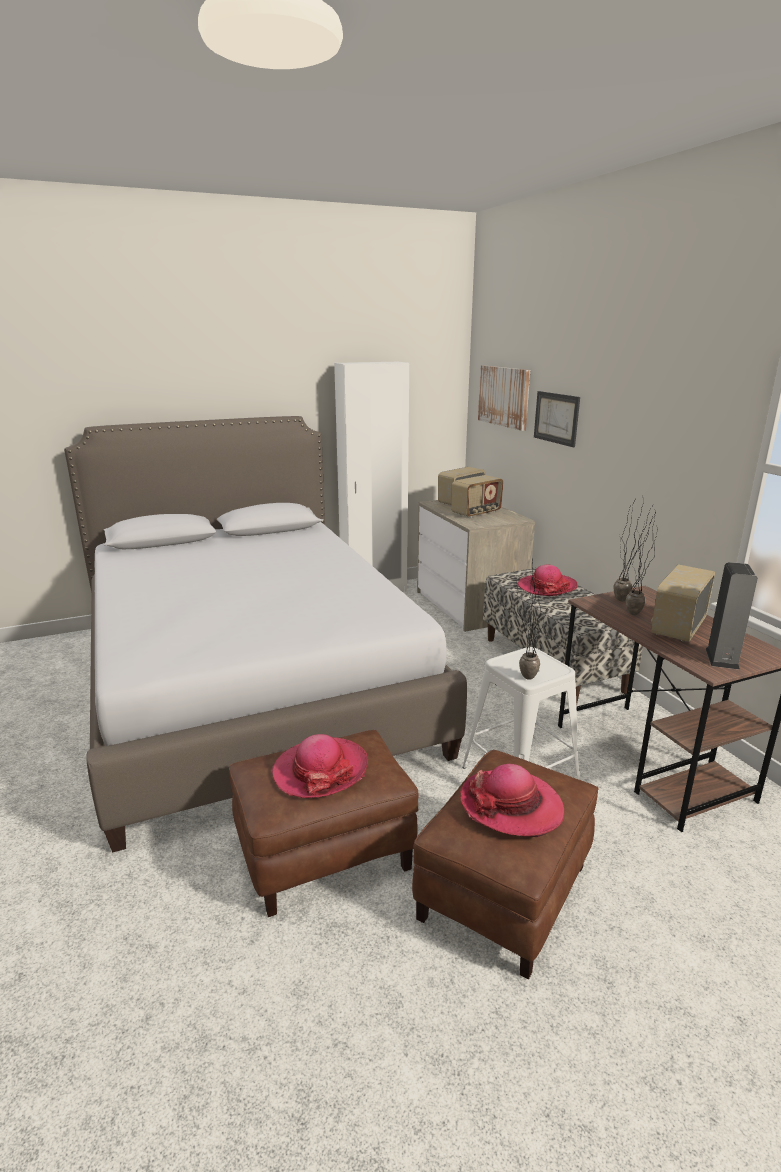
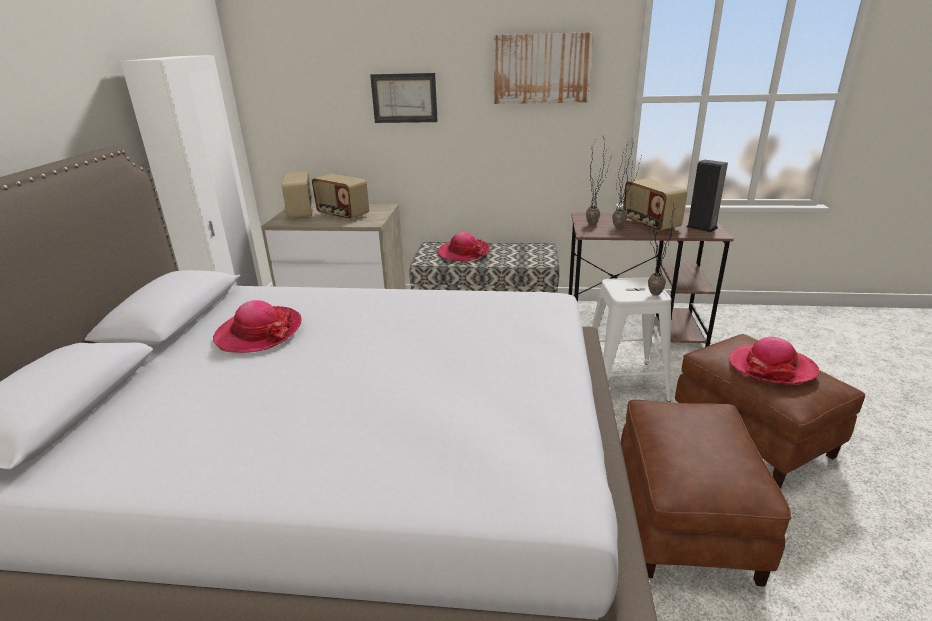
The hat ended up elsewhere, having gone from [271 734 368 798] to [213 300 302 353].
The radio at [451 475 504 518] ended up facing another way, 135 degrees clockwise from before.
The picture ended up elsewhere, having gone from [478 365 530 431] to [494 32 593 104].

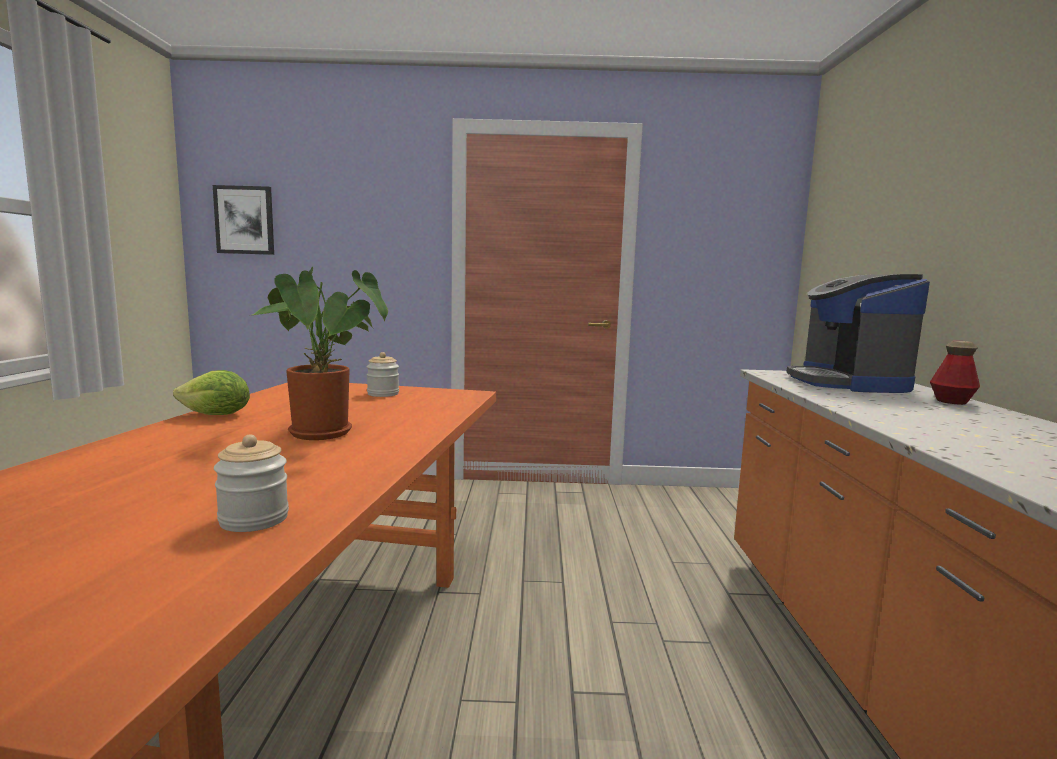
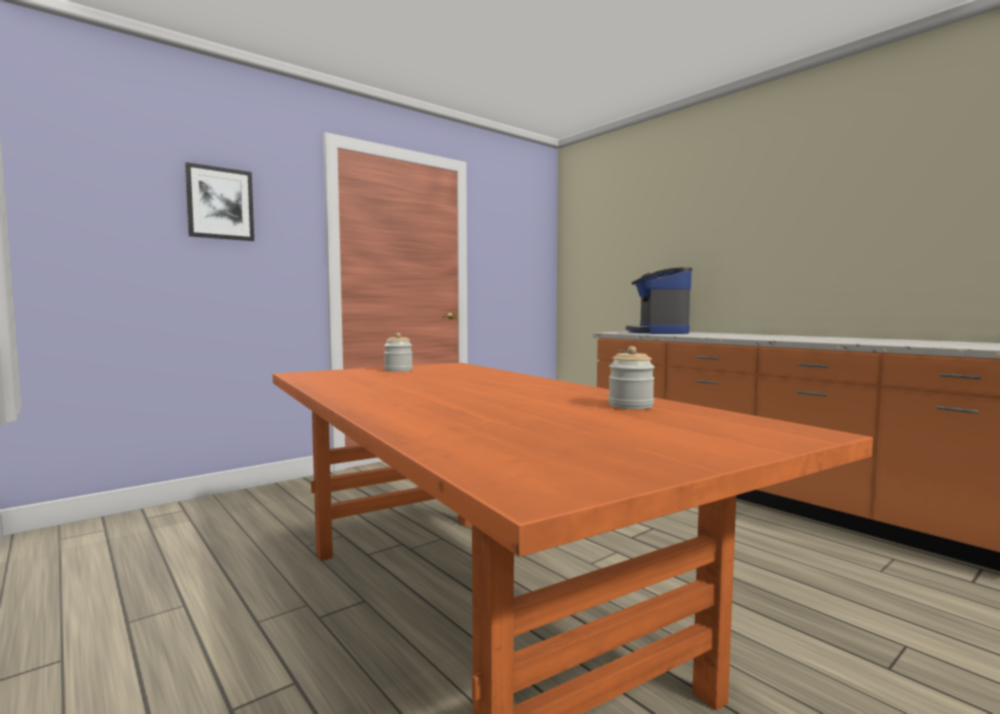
The second view lost the lettuce at [173 370 250 415].
The picture ended up elsewhere, having gone from [213 185 274 255] to [185 162 254 241].
The second view lost the potted plant at [252 266 388 440].
The coffee machine at [786 274 930 393] ended up facing another way, 45 degrees clockwise from before.
The second view lost the bottle at [930 340 980 405].

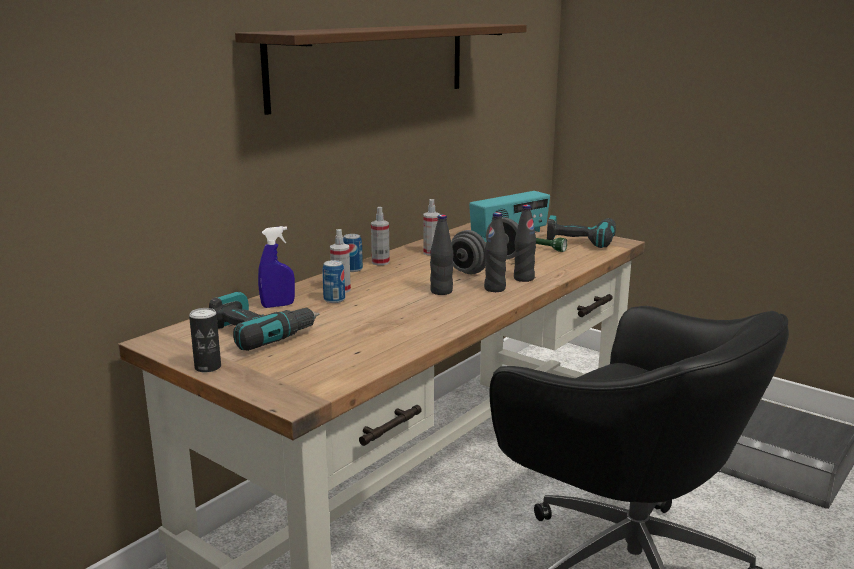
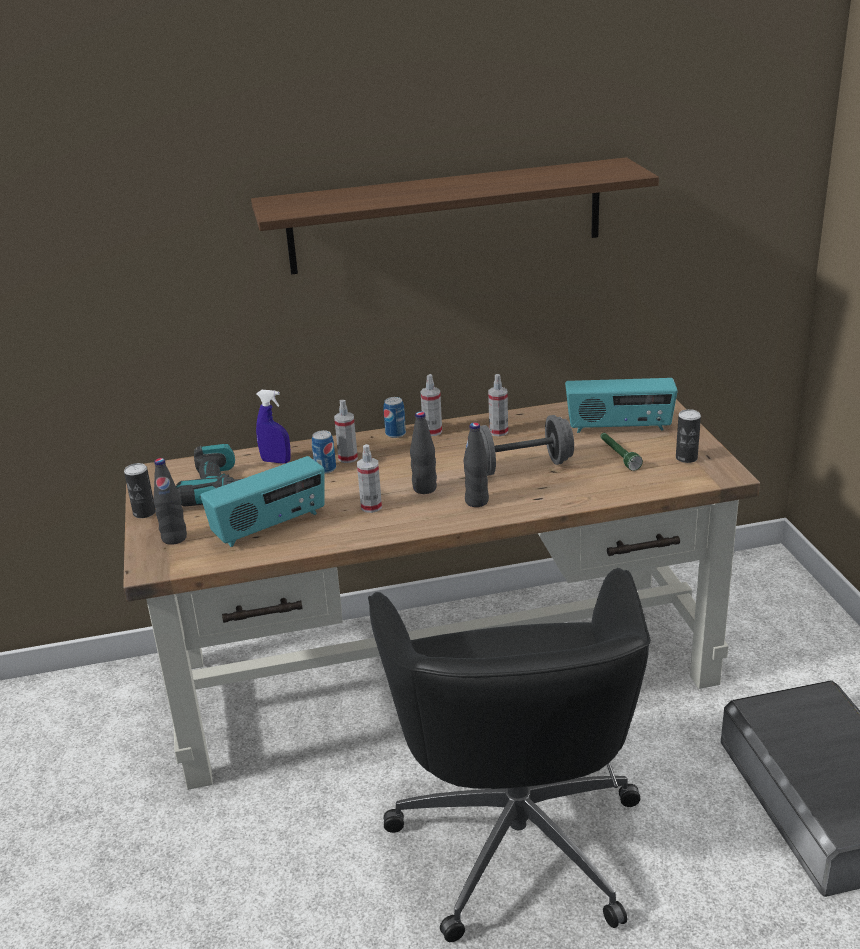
The black bottle ended up elsewhere, having gone from [514 205 536 282] to [153 458 187 545].
Where the power drill stood at [547 215 616 248], the can came to stand at [676 409 701 463].
The second view gained the radio at [201 456 325 547].
The second view gained the spray bottle at [357 444 382 513].

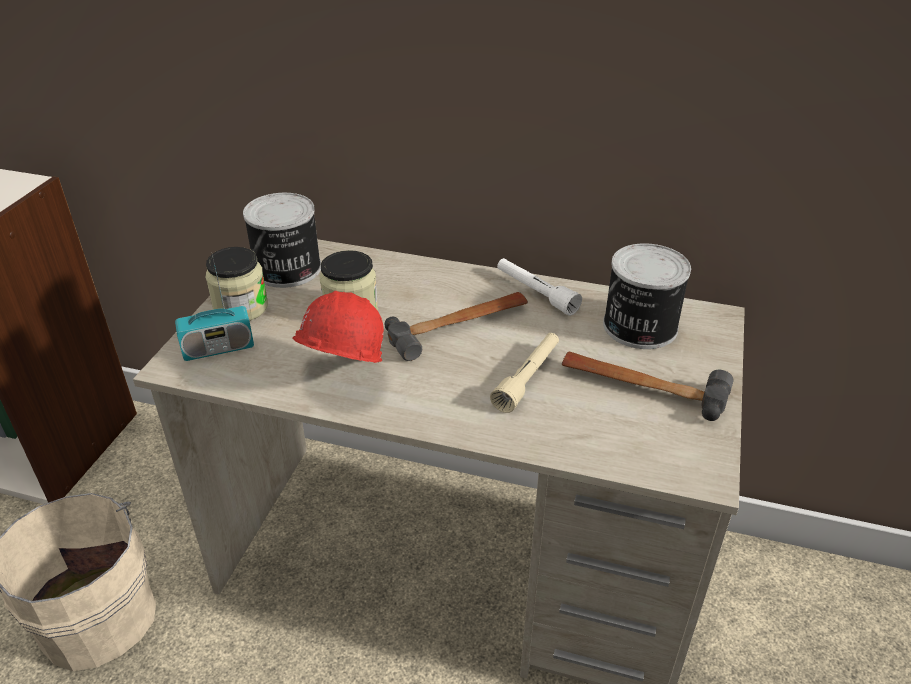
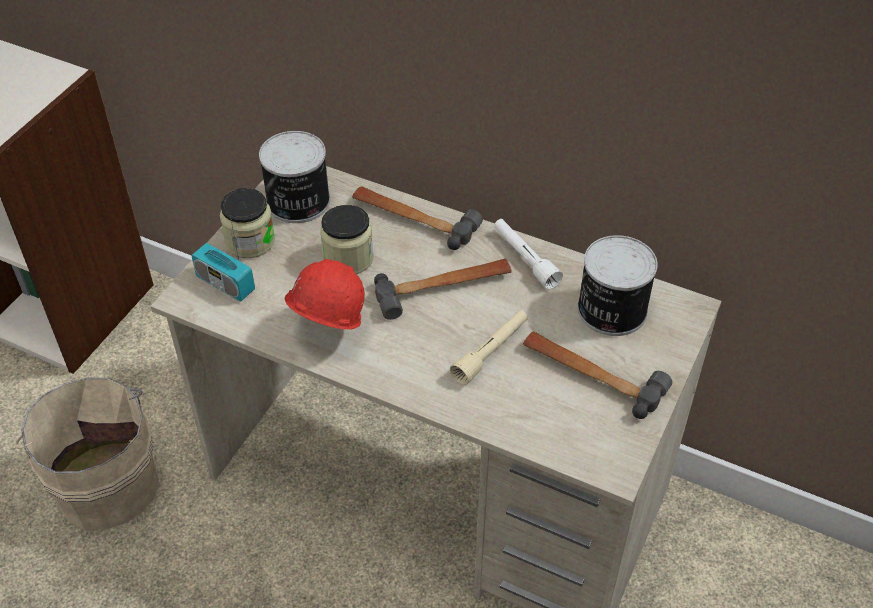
The radio at [175 255 254 361] ended up facing another way, 45 degrees clockwise from before.
The second view gained the hammer at [352 186 483 250].

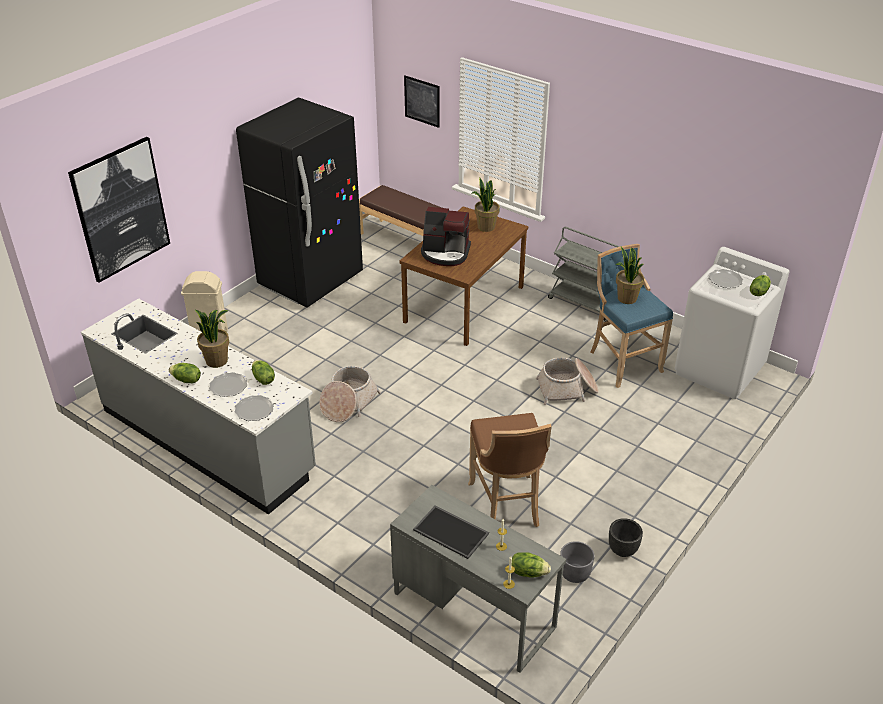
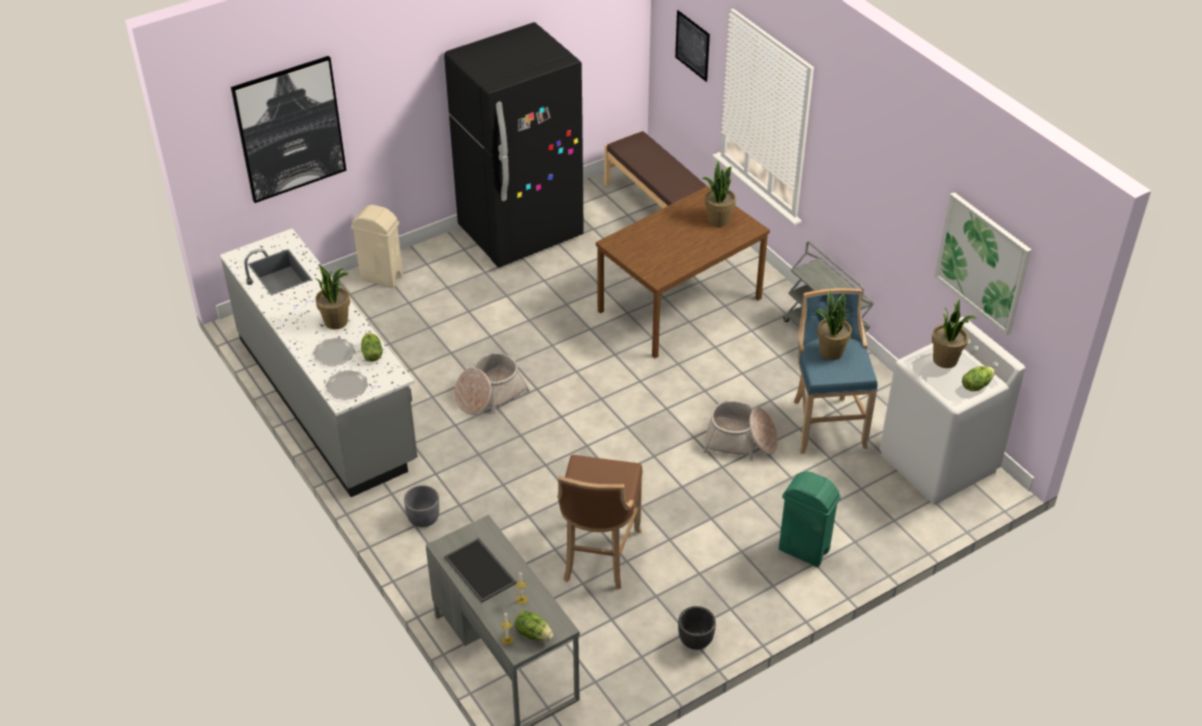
The second view lost the lettuce at [169 363 201 383].
The second view lost the coffee machine at [421 207 471 266].
The grey planter ended up elsewhere, having gone from [560 541 594 583] to [404 485 439 527].
Where the plate stood at [709 269 743 288], the potted plant came to stand at [932 299 977 368].
The second view gained the green trash can at [779 471 841 567].
The second view gained the picture at [934 192 1032 335].

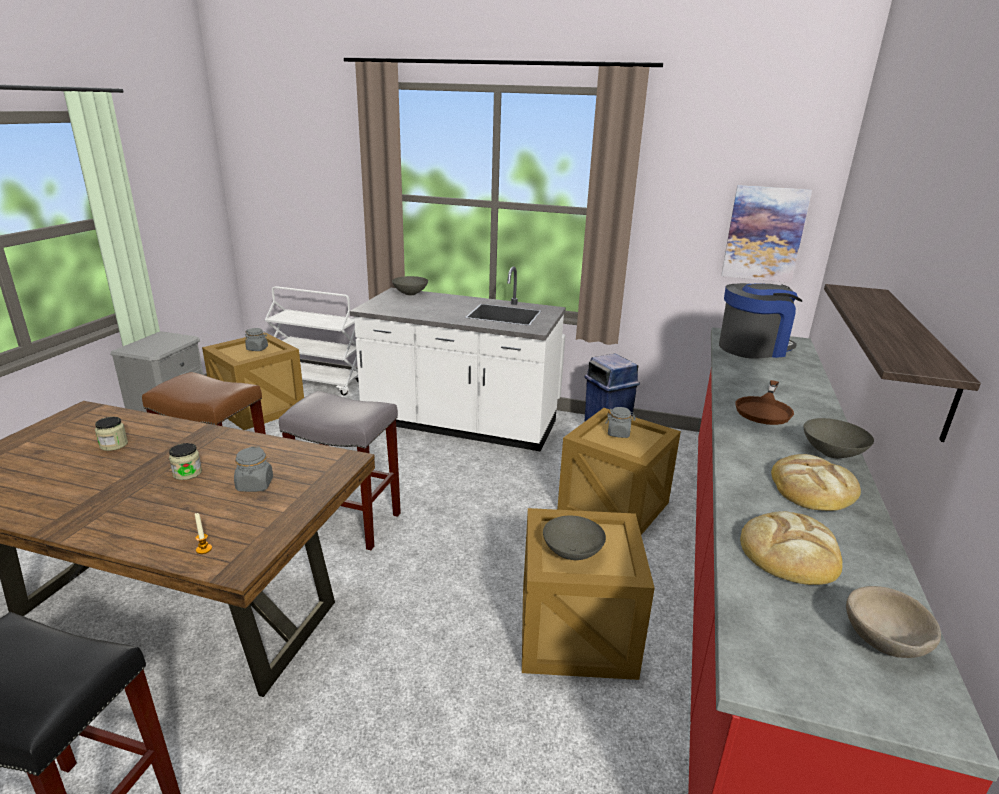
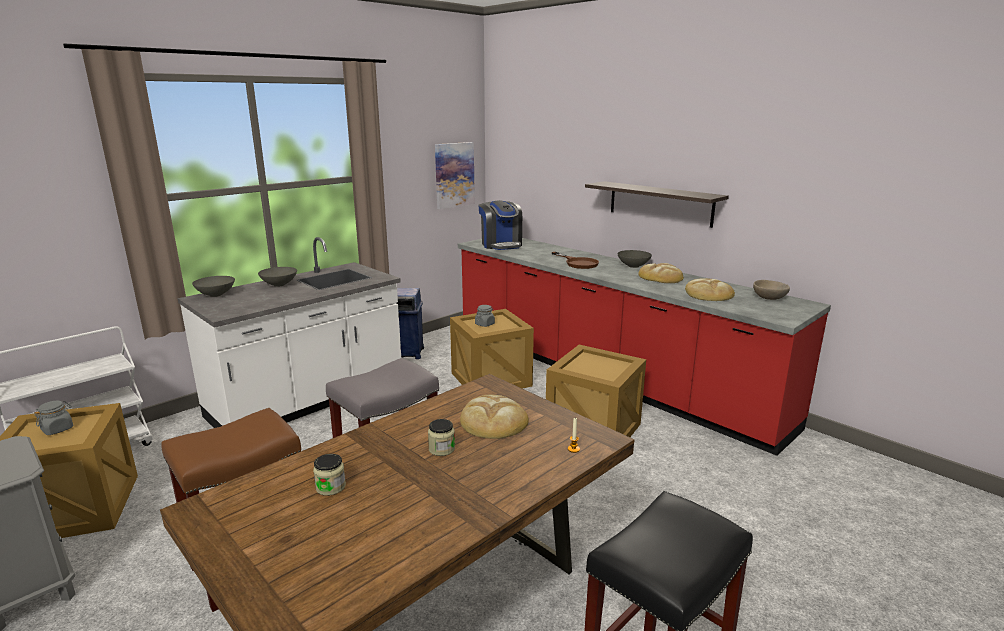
Where the grey jar stood at [234 446 273 492], the bread came to stand at [460 394 529 439].
The grey bowl ended up elsewhere, having gone from [543 516 606 560] to [258 267 297 287].
The coffee machine at [719 283 803 359] ended up facing another way, 150 degrees clockwise from before.

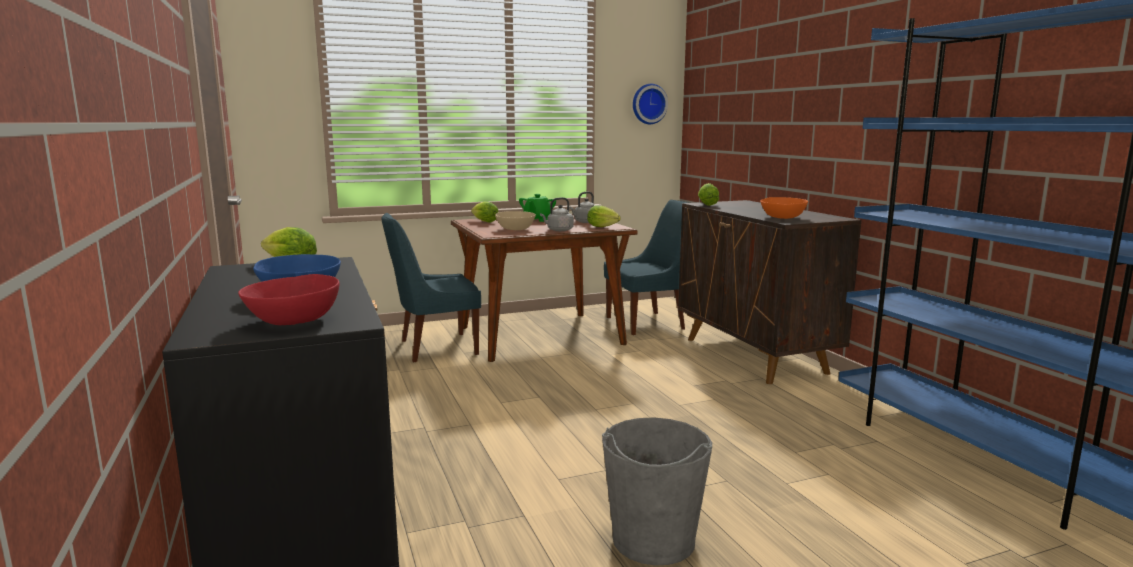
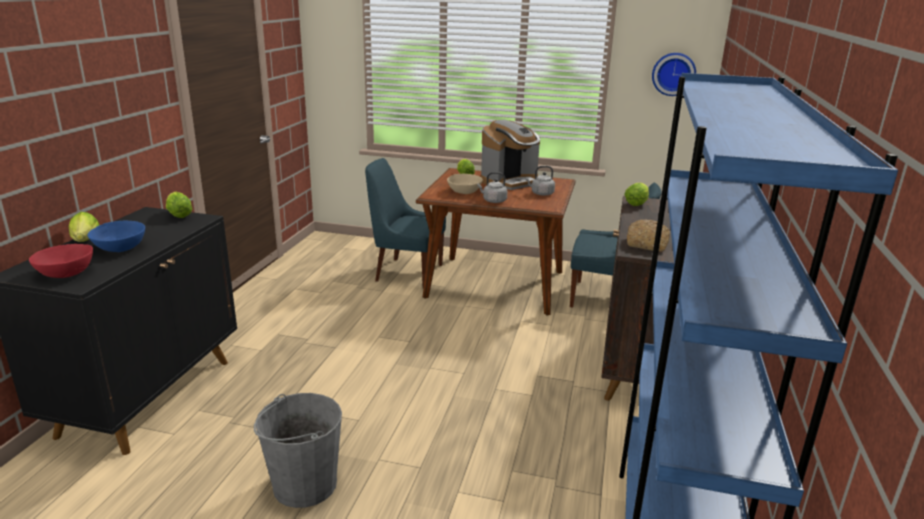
Where the green teapot stood at [519 194 556 222], the coffee machine came to stand at [481 120 540 190].
The lettuce ended up elsewhere, having gone from [587 205 621 227] to [69 212 99 242].
Where the orange bowl stood at [760 197 808 219], the bread came to stand at [627 219 670 251].

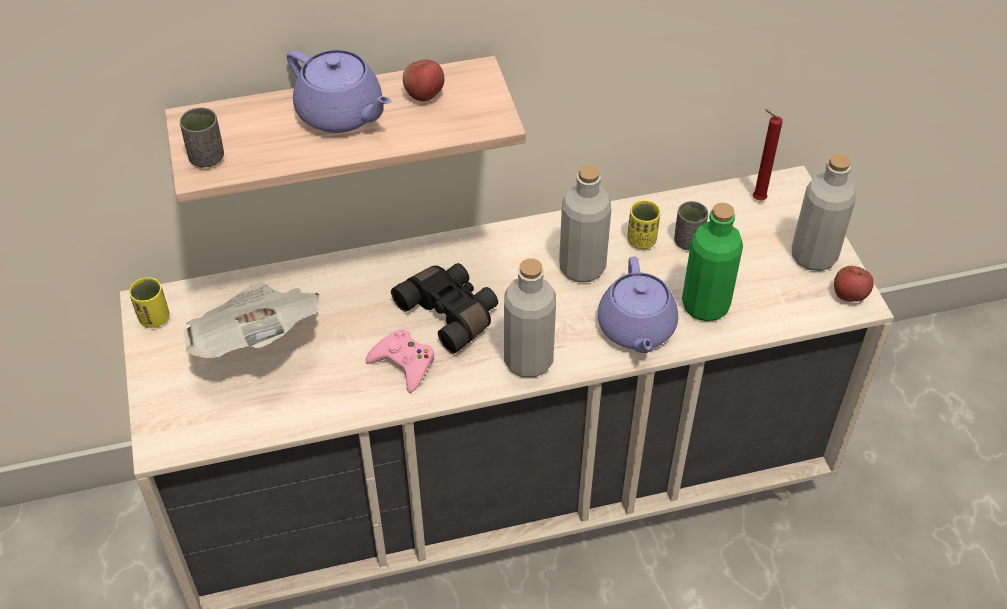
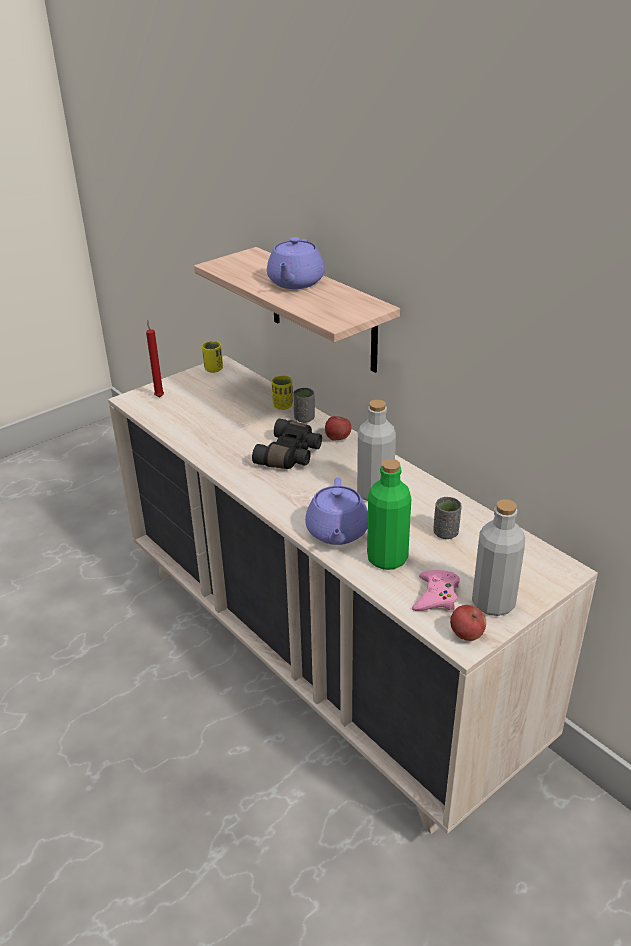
The grey cup ended up elsewhere, having gone from [180 107 224 167] to [293 388 315 423].
The second view lost the newspaper at [184 282 320 358].
The pink game controller ended up elsewhere, having gone from [365 329 435 393] to [412 570 460 611].
The apple ended up elsewhere, having gone from [403 59 444 101] to [325 416 351 440].
The second view lost the grey bottle at [504 258 556 378].
The purple teapot at [598 257 678 353] ended up facing another way, 60 degrees counterclockwise from before.
The yellow cup ended up elsewhere, having gone from [627 200 661 249] to [272 376 293 410].
The red candle ended up elsewhere, having gone from [753 109 783 200] to [146 320 164 397].

